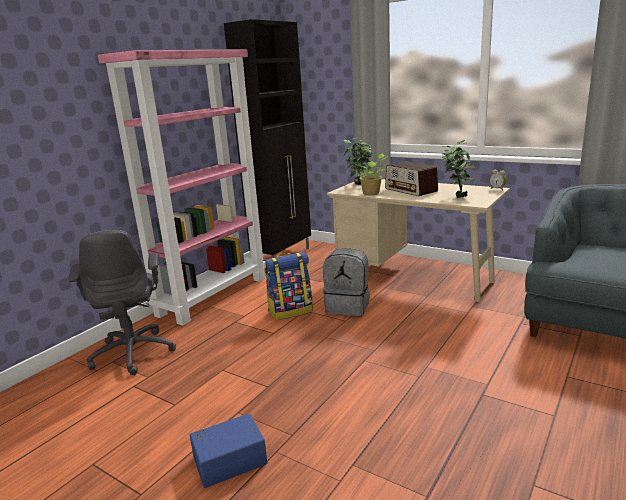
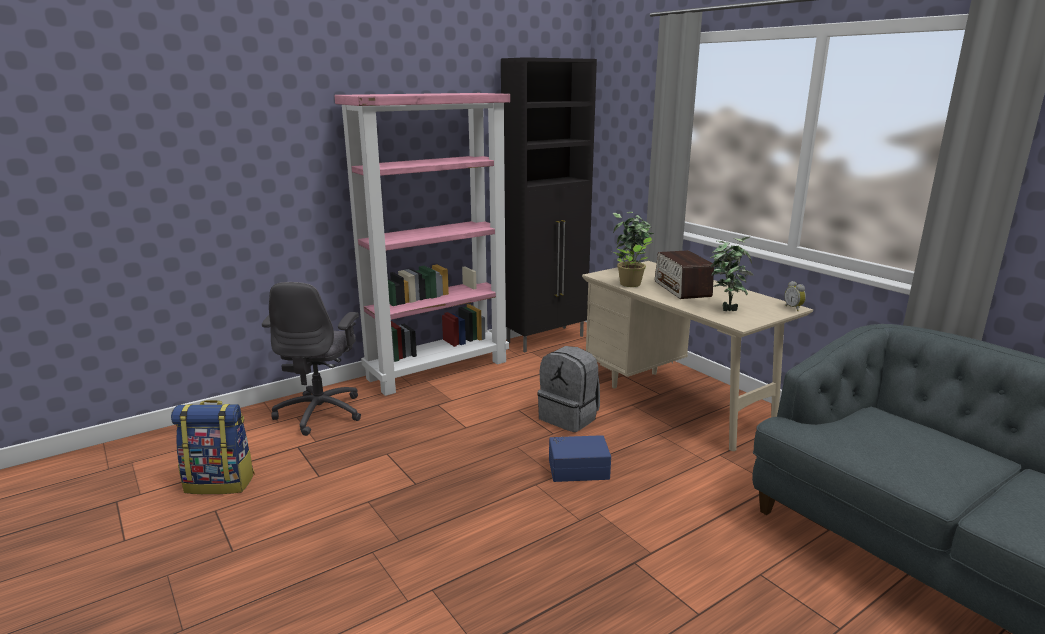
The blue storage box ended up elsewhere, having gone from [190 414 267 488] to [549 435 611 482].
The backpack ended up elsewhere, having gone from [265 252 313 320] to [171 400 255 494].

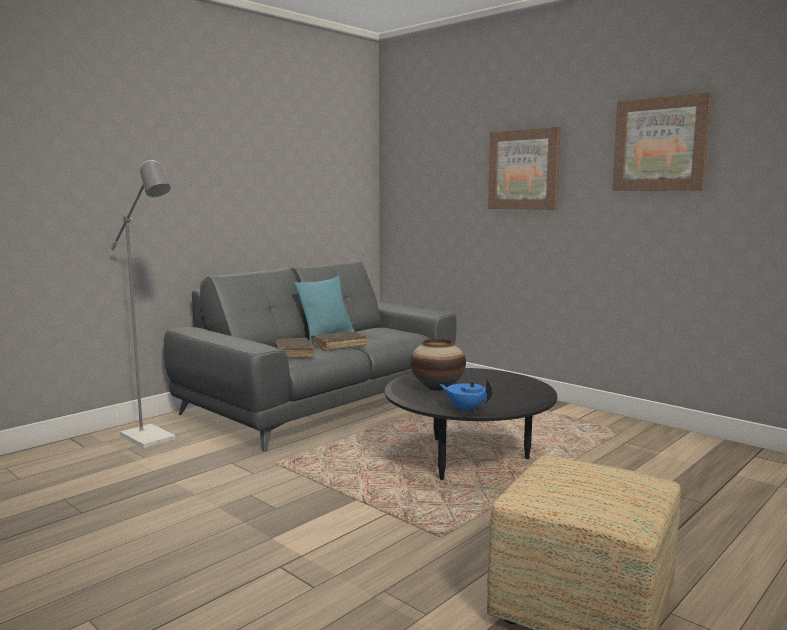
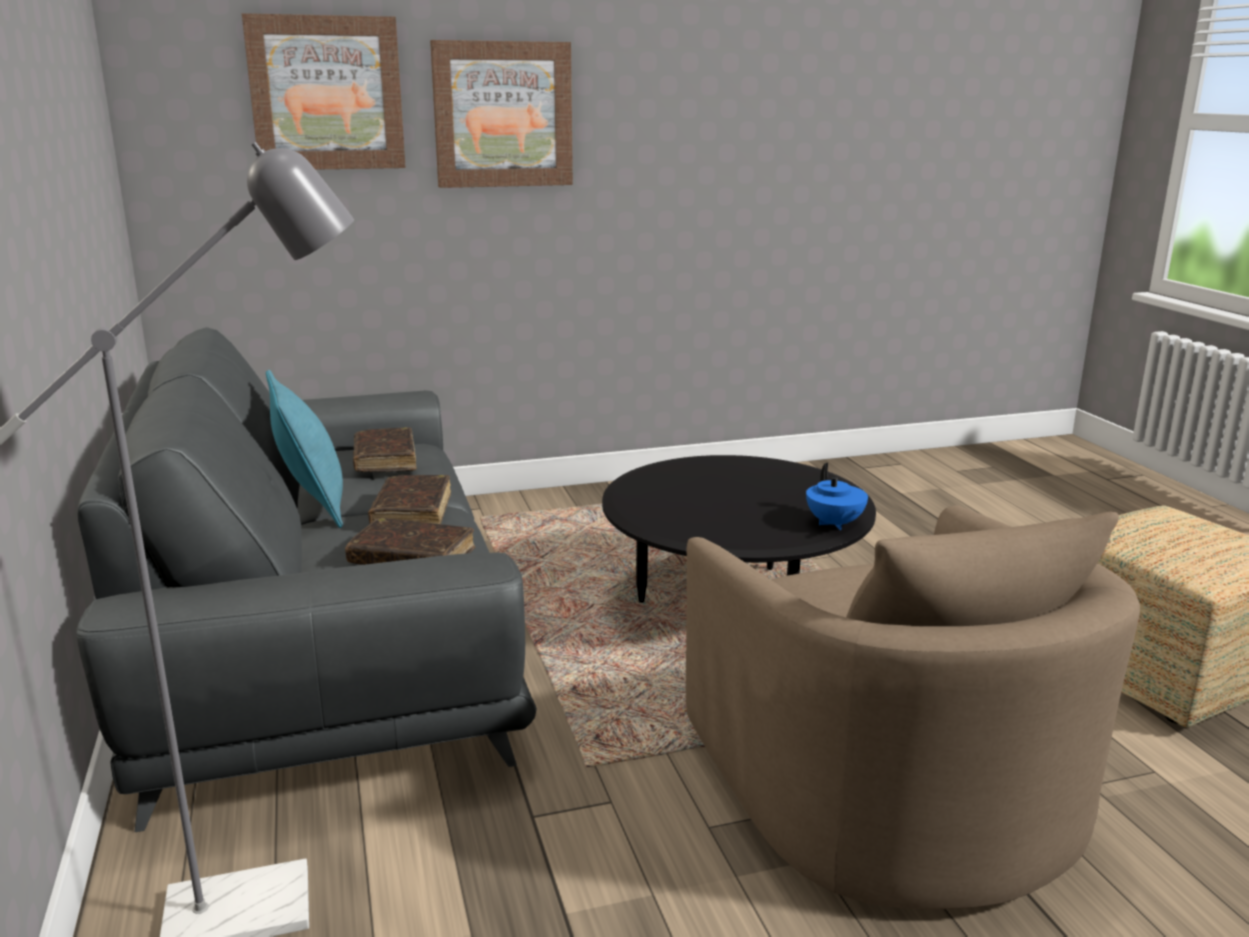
The second view lost the vase at [410 338 466 391].
The blue teapot at [439 378 493 412] ended up facing another way, 75 degrees counterclockwise from before.
The picture ended up elsewhere, having gone from [612 92 712 191] to [242 13 406 170].
The second view gained the brown book at [353 427 417 472].
The second view gained the beige armchair at [686 505 1140 909].

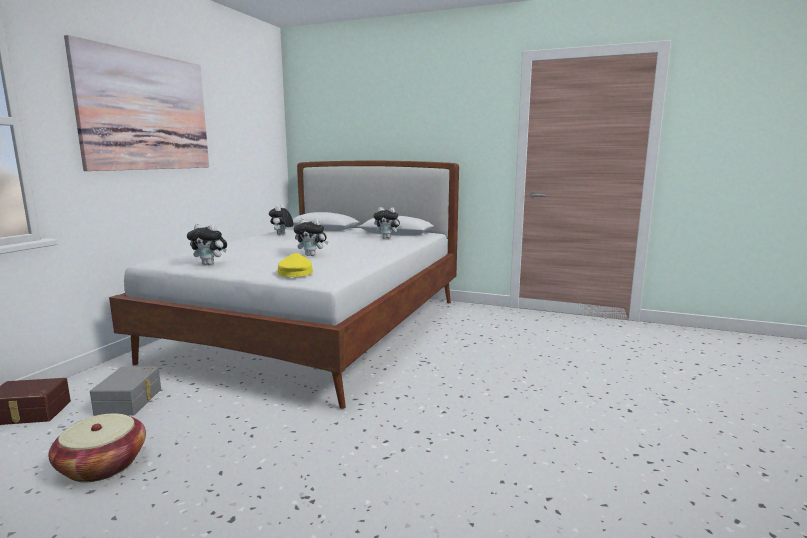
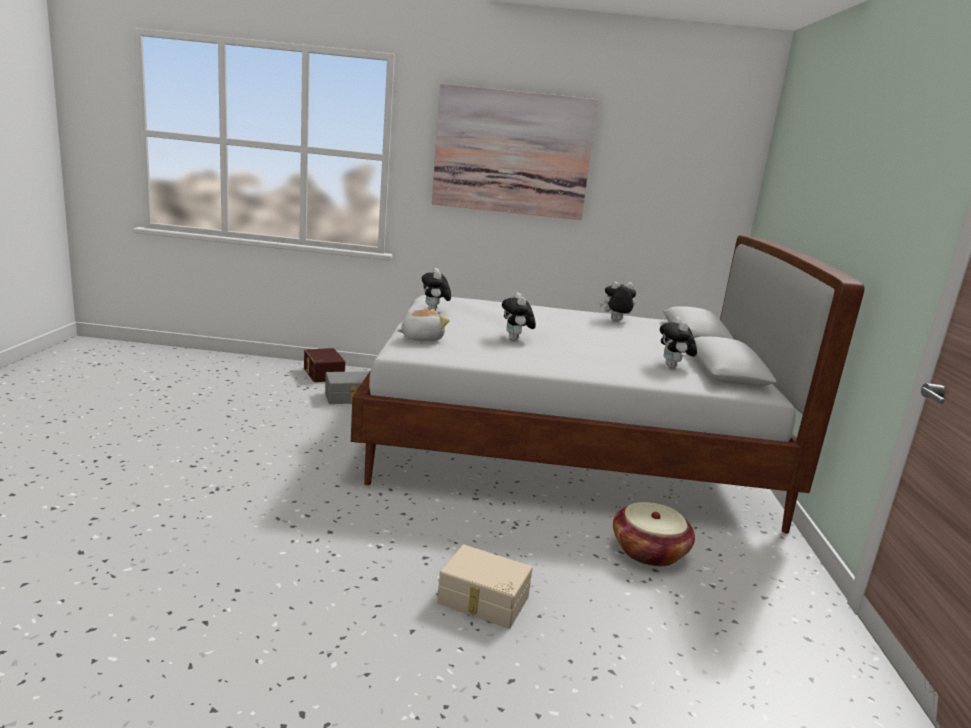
The basket ended up elsewhere, having gone from [48 413 146 482] to [613 502 695 567].
Where the yellow cap stood at [278 253 313 277], the plush toy came to stand at [397 309 450 341].
The second view gained the beige storage box at [437 545 532 629].

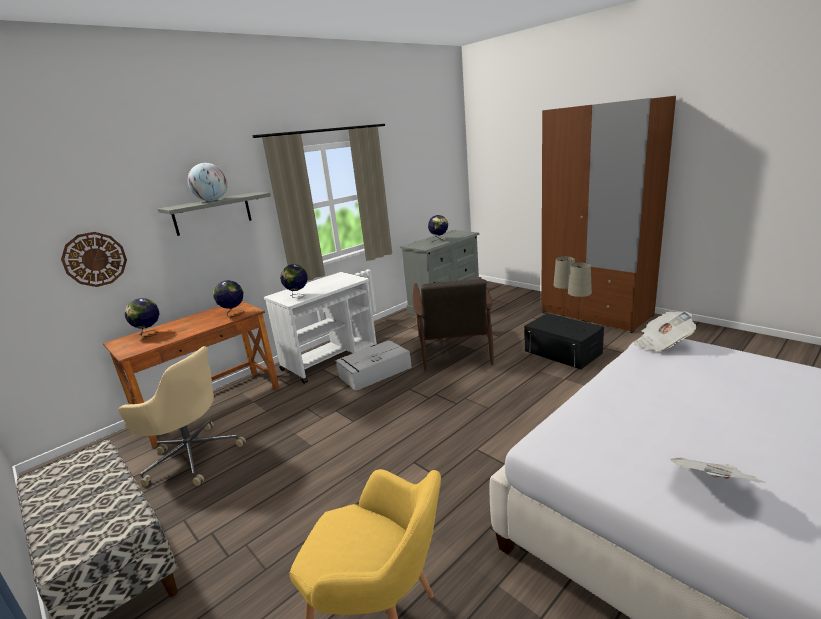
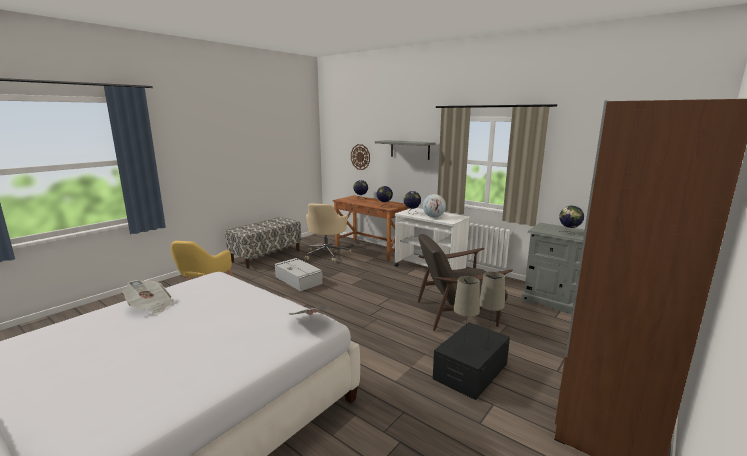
The globe ended up elsewhere, having gone from [188 163 228 201] to [423 194 446 217].
The grey storage box ended up elsewhere, having gone from [335 340 412 391] to [274 258 323 291].

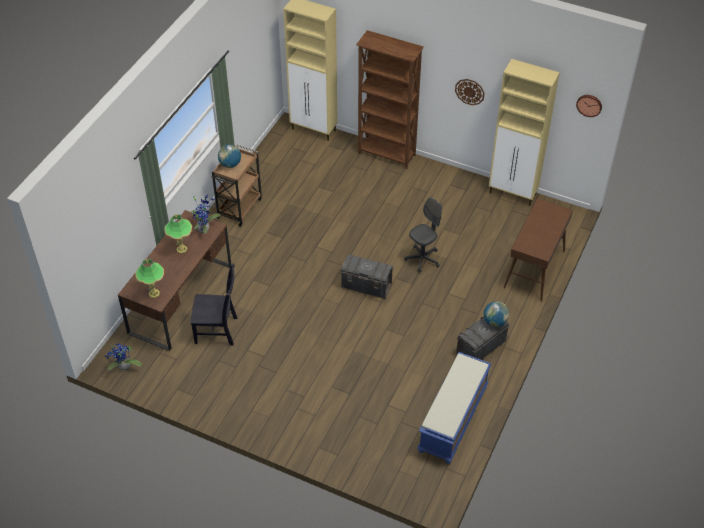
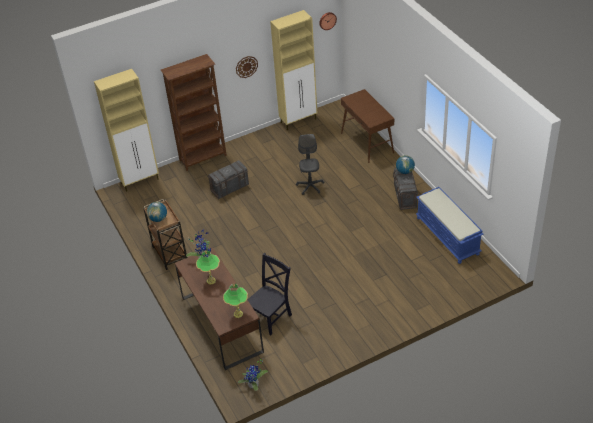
The grey storage box ended up elsewhere, having gone from [340 254 394 299] to [207 160 249 199].

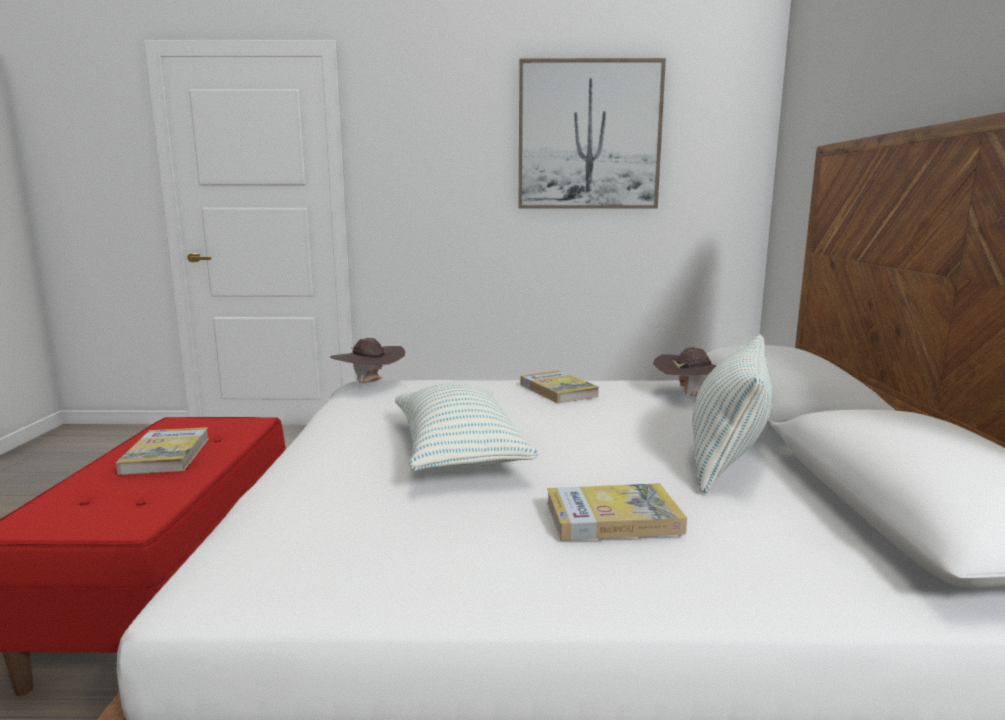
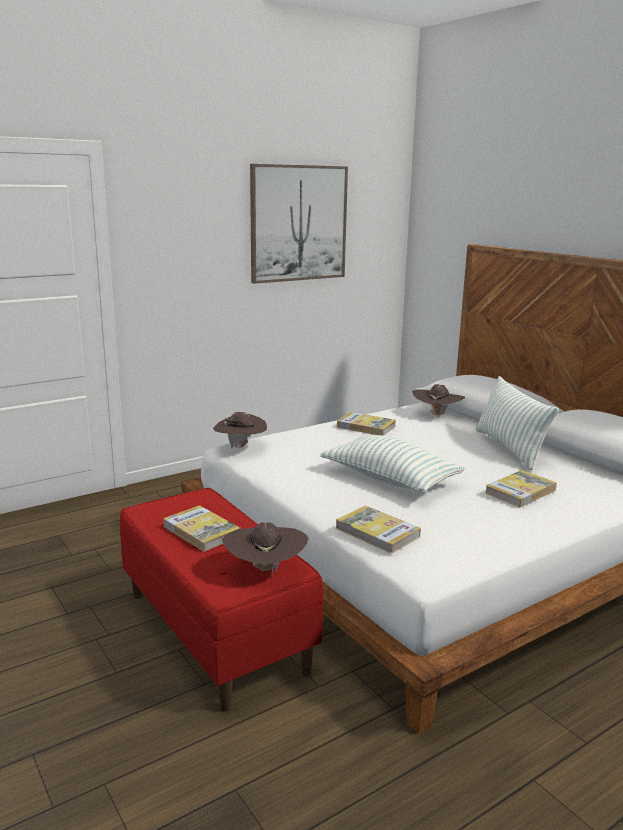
The second view gained the brown hat at [222 522 309 575].
The second view gained the book at [336 506 421 554].

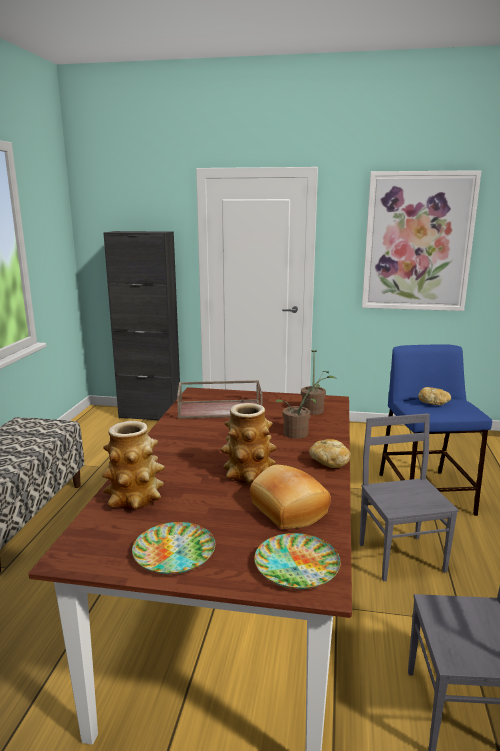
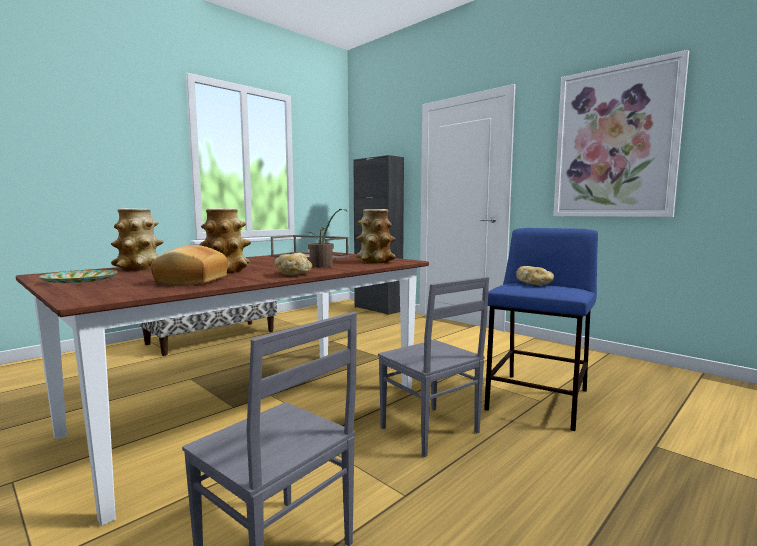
The second view lost the plate at [255 533 341 589].
Where the potted plant stood at [301 350 329 415], the vase came to stand at [356 209 396 263].
The grey chair at [359 413 459 582] ended up facing another way, 120 degrees clockwise from before.

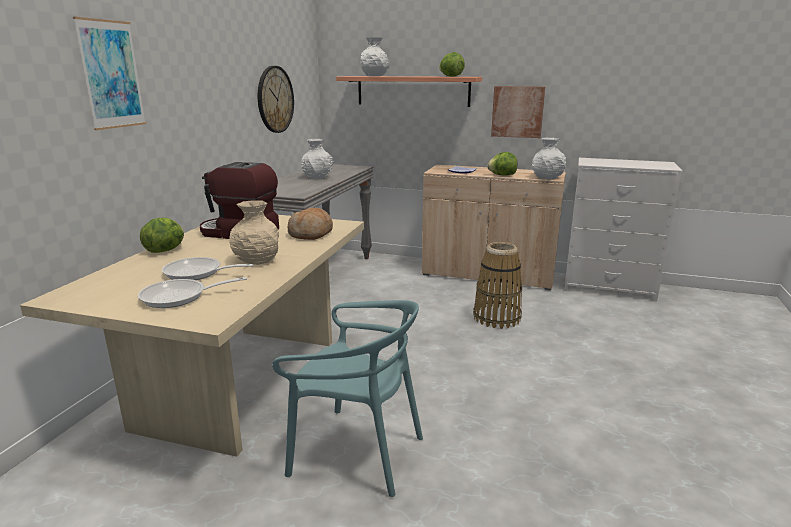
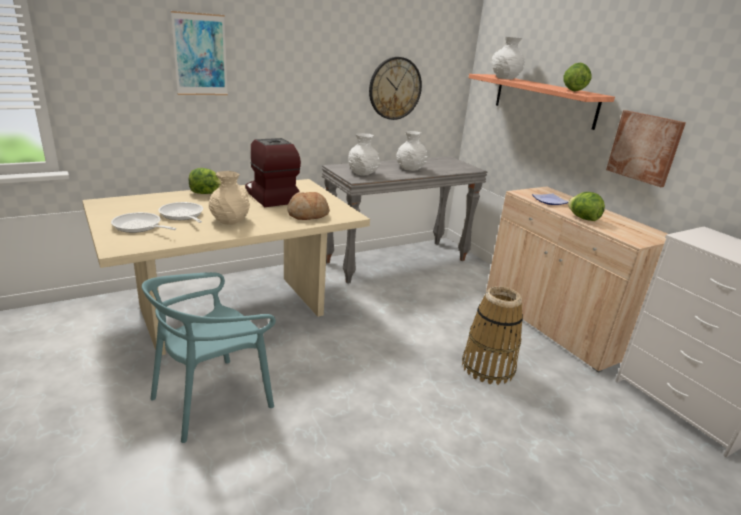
The turquoise chair at [272 300 423 497] ended up facing another way, 75 degrees clockwise from before.
The white vase ended up elsewhere, having gone from [532 138 566 180] to [348 133 380 176].

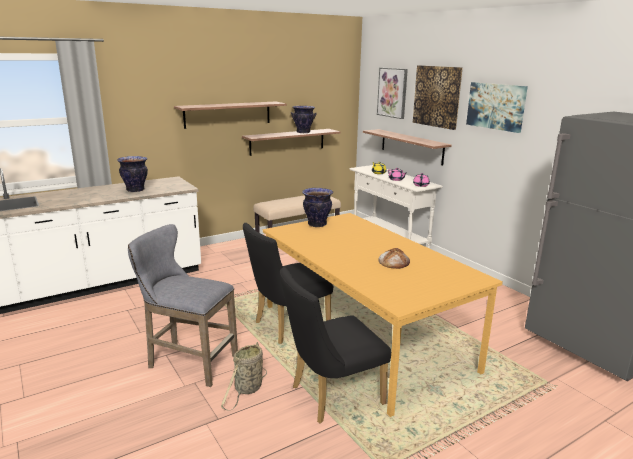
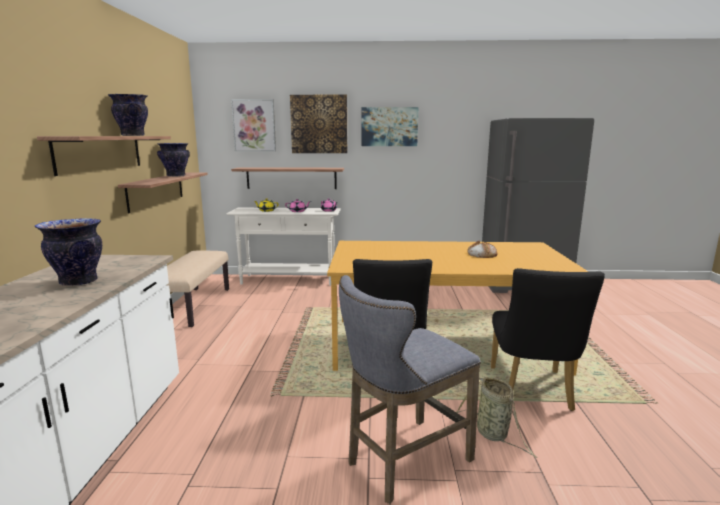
The vase ended up elsewhere, having gone from [302 188 333 227] to [108 94 148 136].

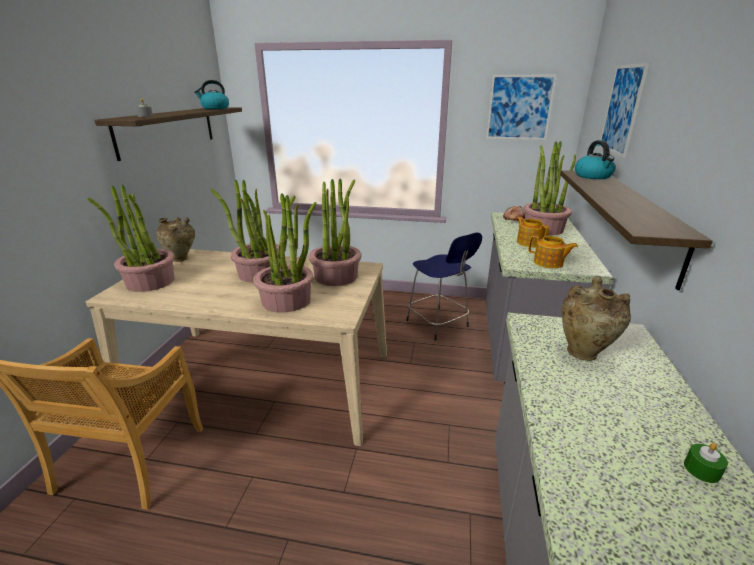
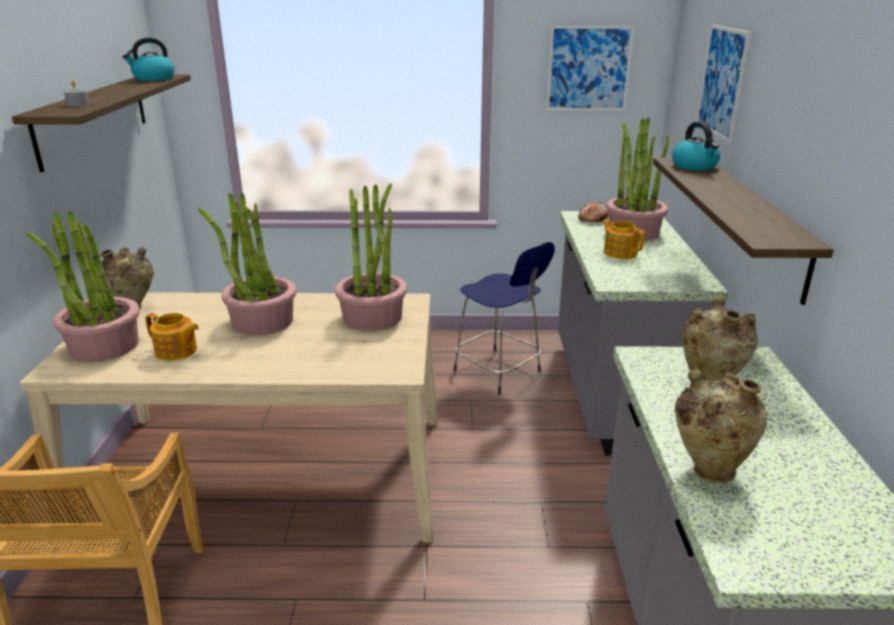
The second view lost the potted plant at [253 193 317 312].
The teapot ended up elsewhere, having gone from [528 235 578 269] to [145 313 199 361].
The second view lost the green candle at [684 443 728 483].
The second view gained the beige vase at [675 368 768 483].

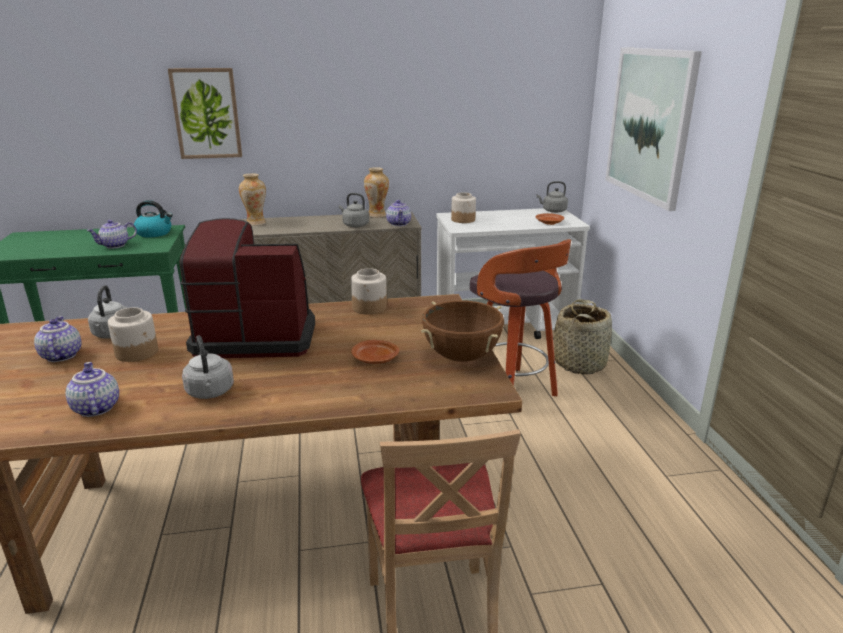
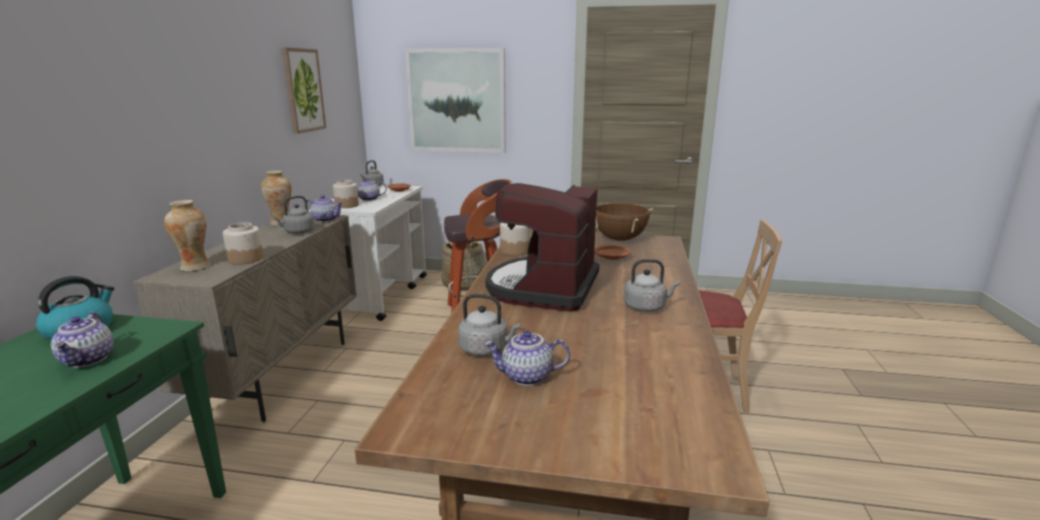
The teapot ended up elsewhere, having gone from [66 362 119 417] to [357 178 387 201].
The jar ended up elsewhere, having gone from [108 307 158 362] to [223 222 263 265].
The picture ended up elsewhere, having gone from [168 68 242 159] to [282 47 326 134].

